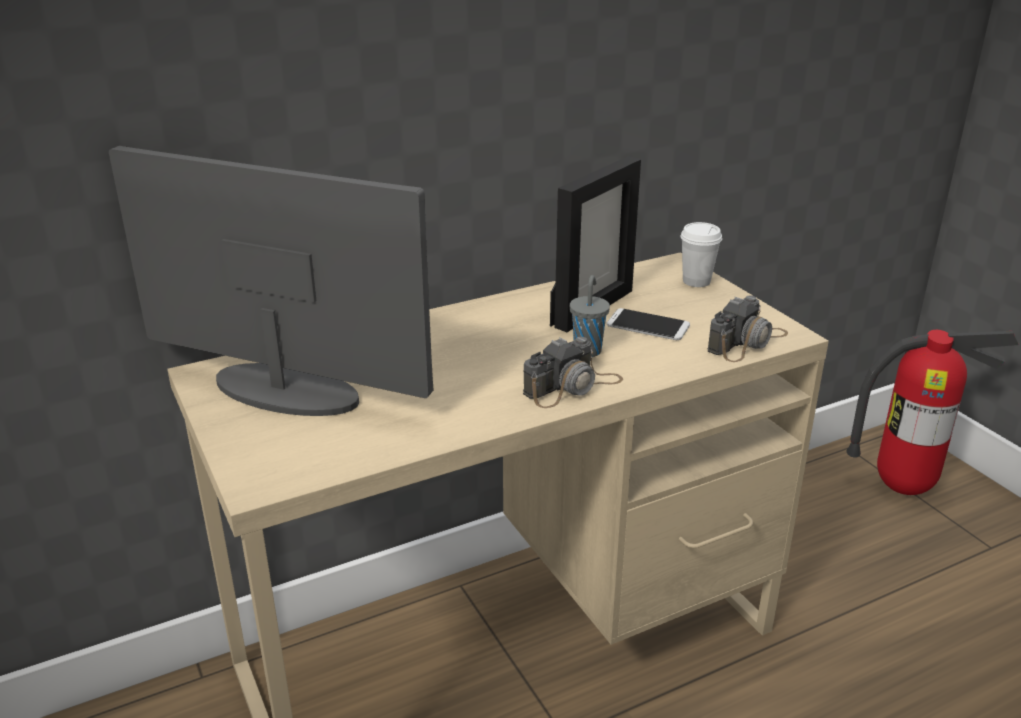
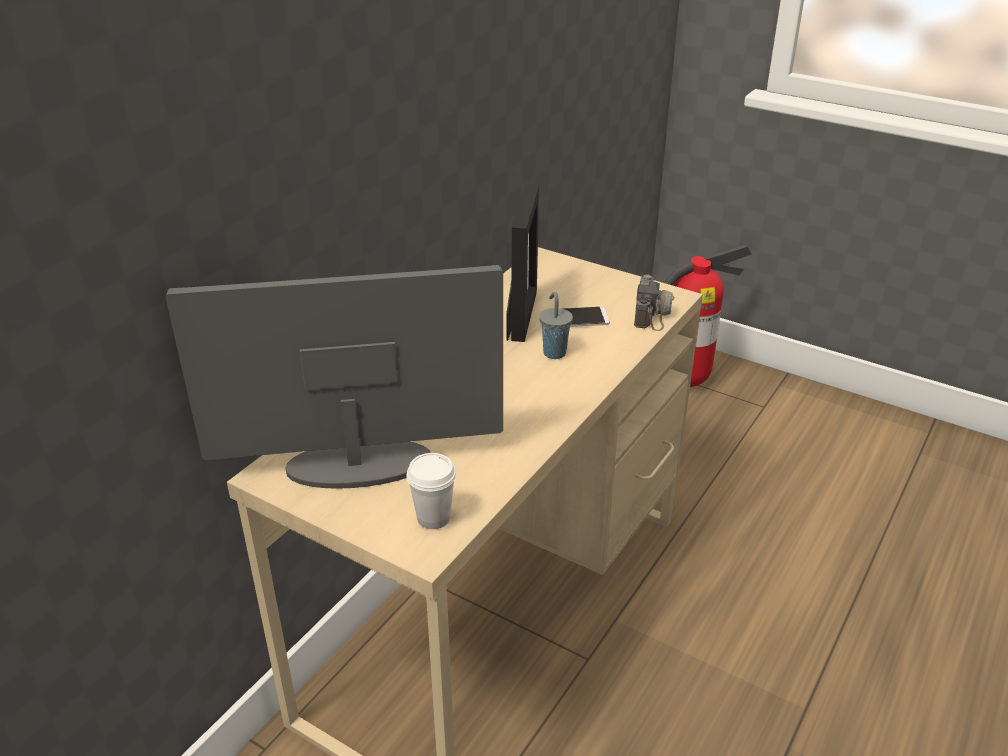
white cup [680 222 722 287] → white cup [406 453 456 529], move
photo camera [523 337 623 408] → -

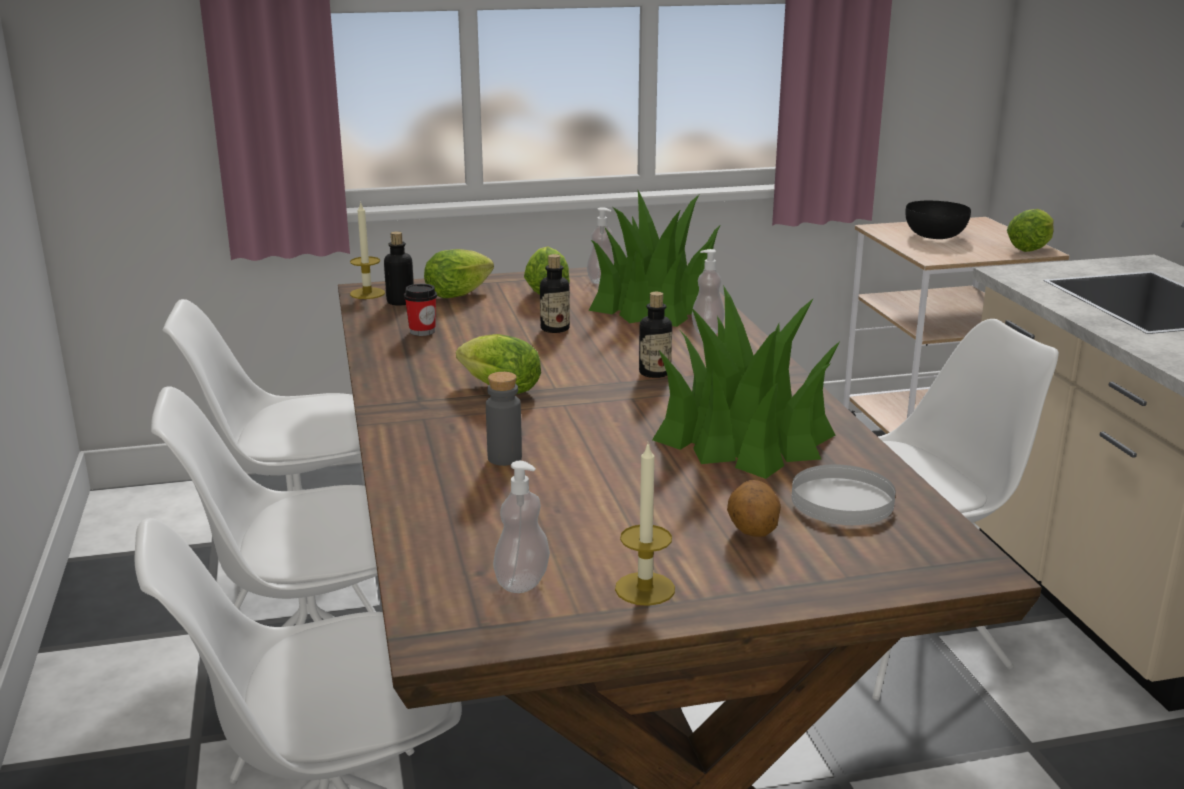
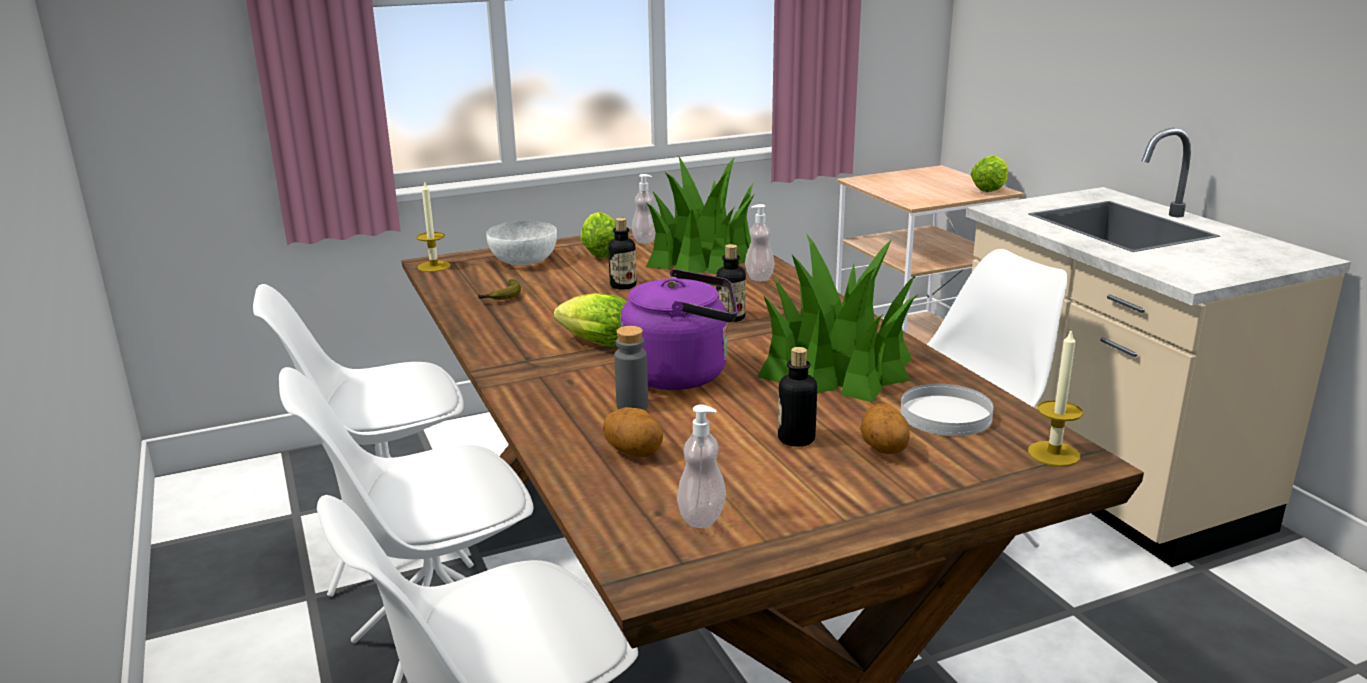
black bowl [905 201 971 239] → -
bottle [384 231 414 306] → bottle [778 347 817 446], move
lettuce [424 249 494 298] → white bowl [486 221 557 265]
cup [404 284 437 336] → banana [478 279 521 300]
candle [615 444 675 606] → candle [1028 328 1083 467], move
- → purple kettle [620 269 738 390]
- → potato [603 407 663 457]

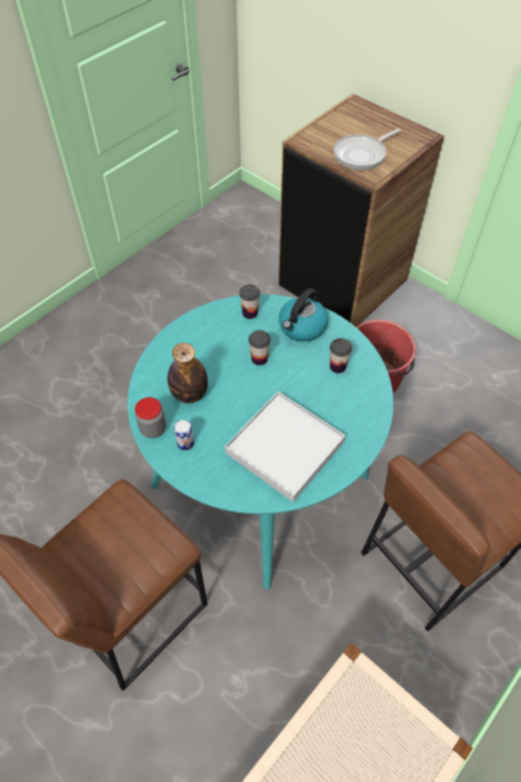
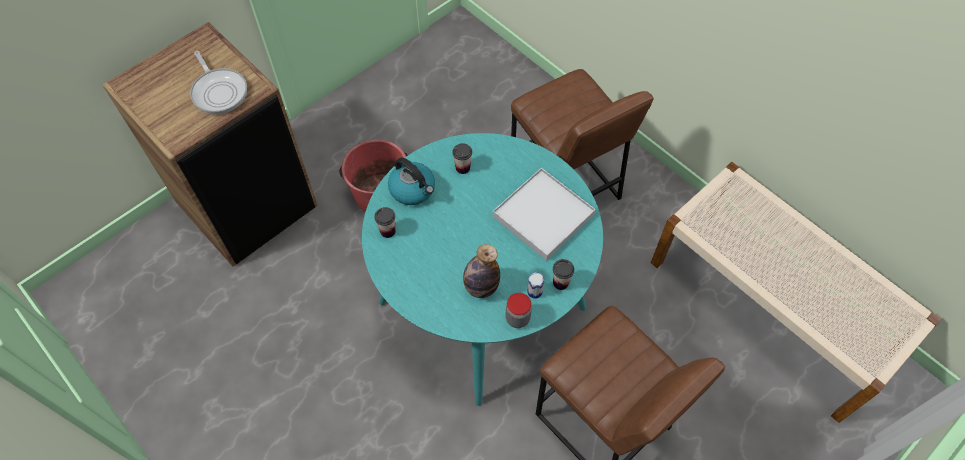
cup [248 330 271 365] → cup [553 259 574 290], move

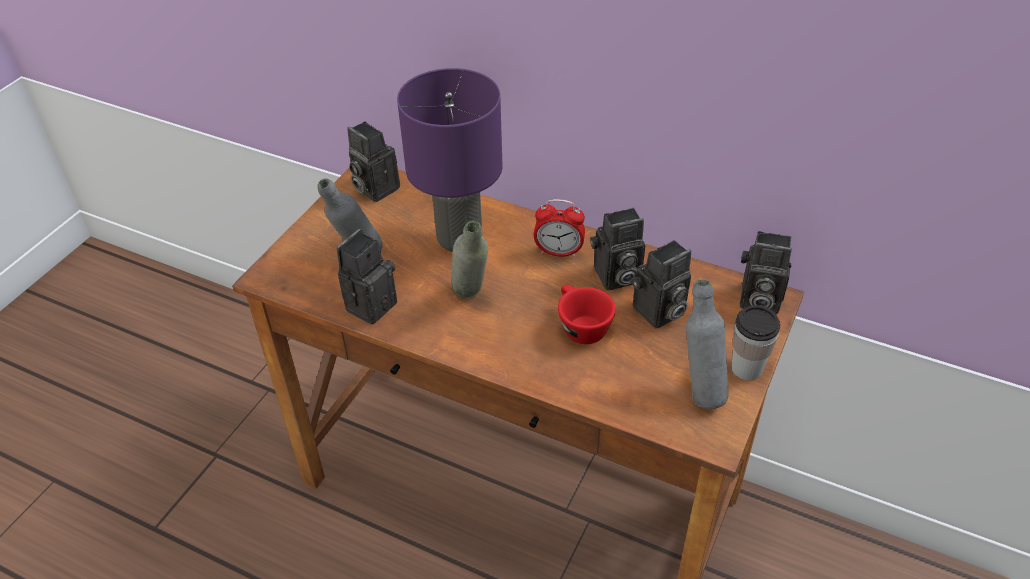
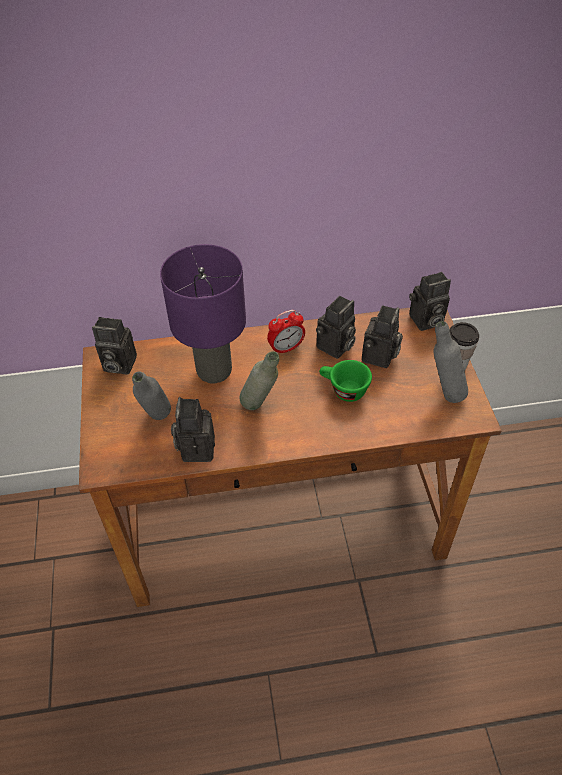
red cup [558 285 616 344] → green cup [319 360 372 402]

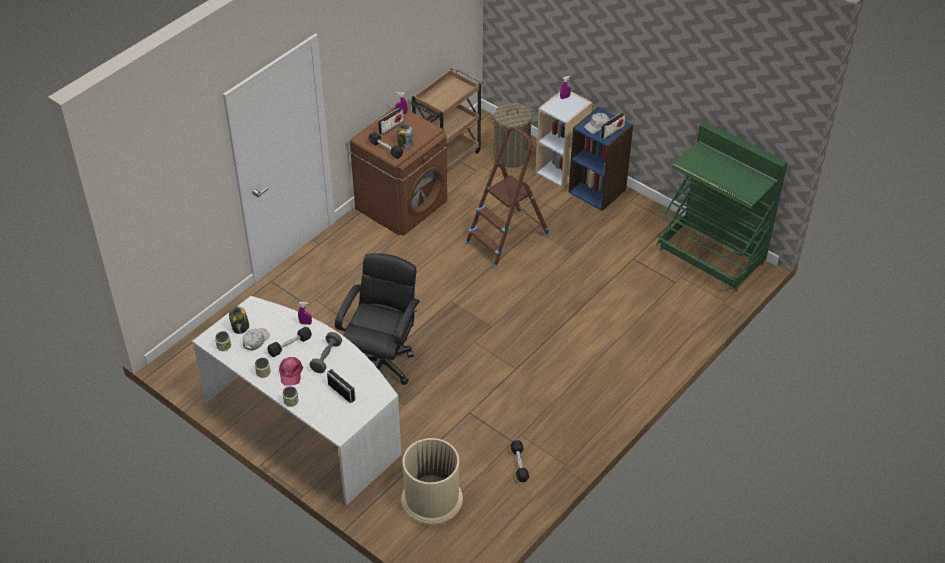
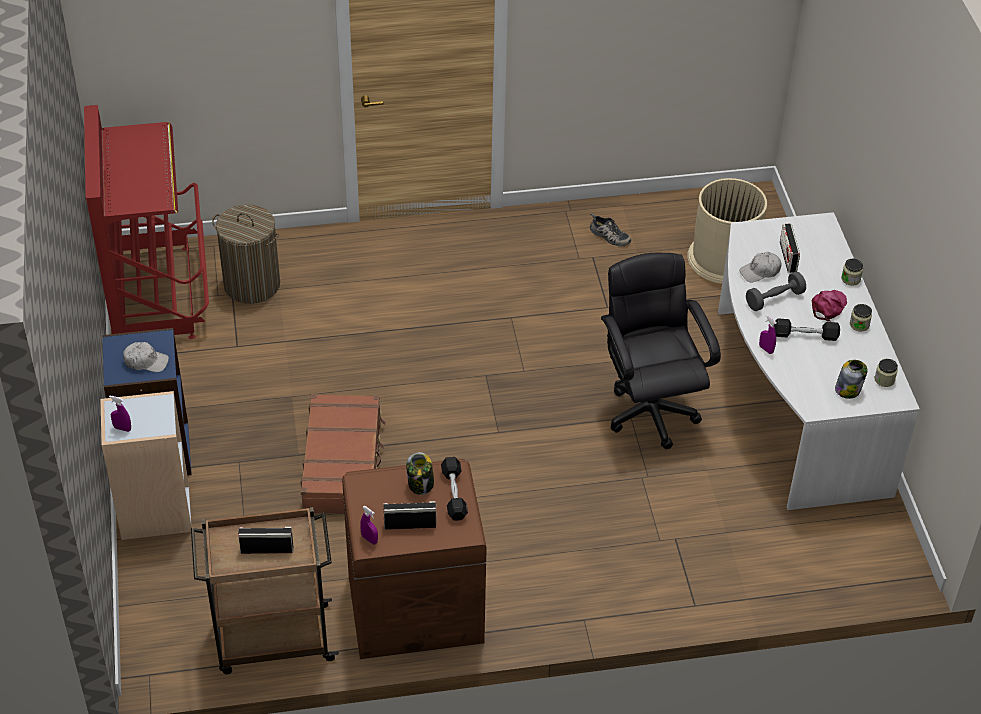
laundry basket [490 103 535 168] → laundry basket [212 204 280 304], move
radio [600 112 626 140] → radio [238 527 293 554], move
green shoe rack [657 121 787 292] → red shoe rack [84 105 209 339]
brown step ladder [465 127 550 268] → brown suitcase [301 394 385 514]
black office chair [335 253 420 385] → black office chair [601 253 721 449], 105 degrees clockwise
white cap [243 328 270 350] → white cap [739 252 781 282], move
black dumbbell [510 440 529 482] → shoe [590 213 631 247]

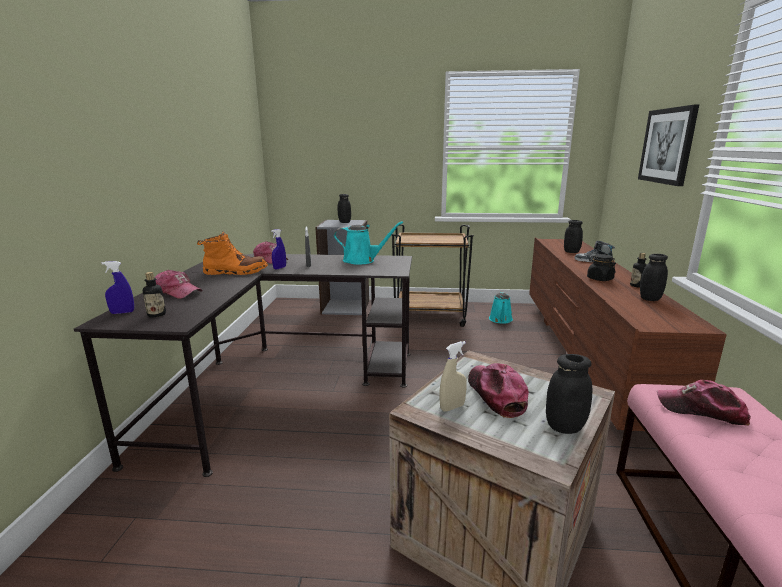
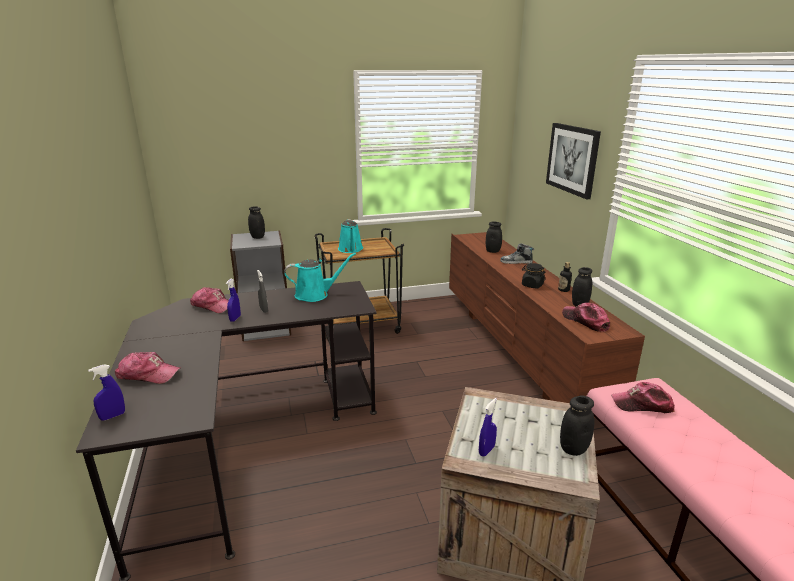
orange boot [197 232 268 275] → -
bottle [143 272 166 318] → -
turquoise watering can [489 292 513 324] → turquoise watering can [338 219 363 253], move
beige spray bottle [439 341 467 411] → blue spray bottle [479 398 497 456]
cap [468 363 529 418] → cap [562 303 610 332], move

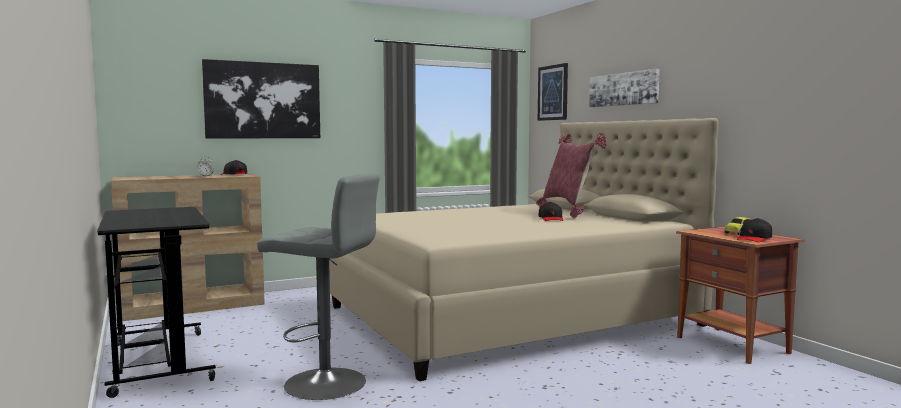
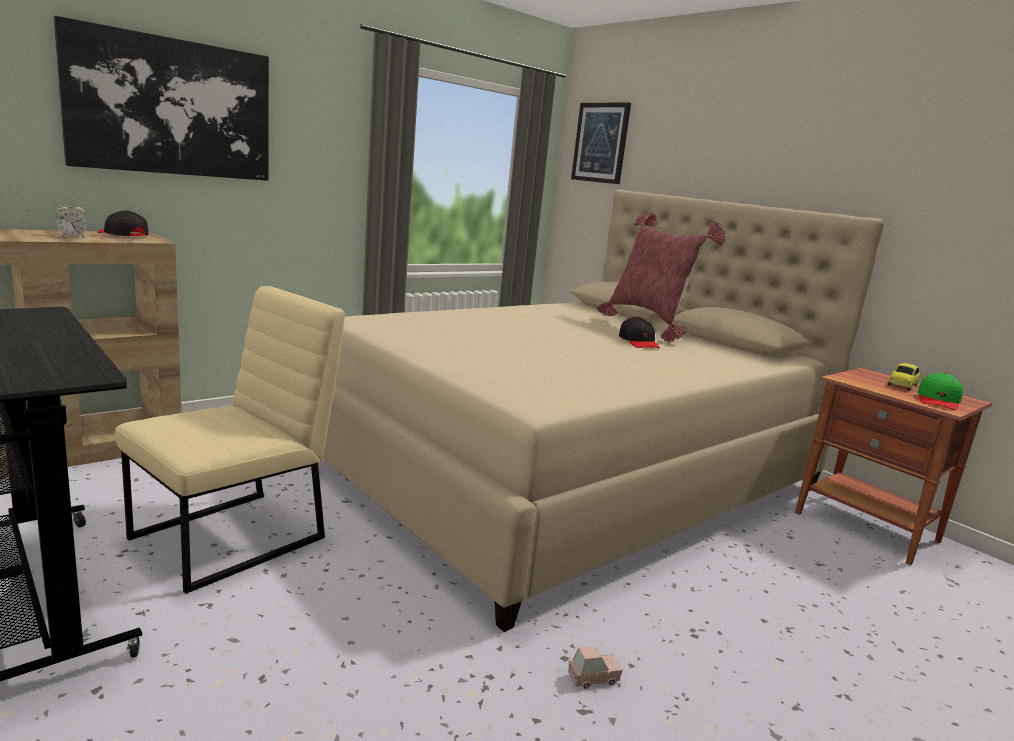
picture [589 69 660 107] → -
grey stool [257 173 380 400] → -
black cap [737 218 772 242] → green cap [918 372 963 410]
- → beige chair [115 286 345 594]
- → pink toy car [568 646 623 689]

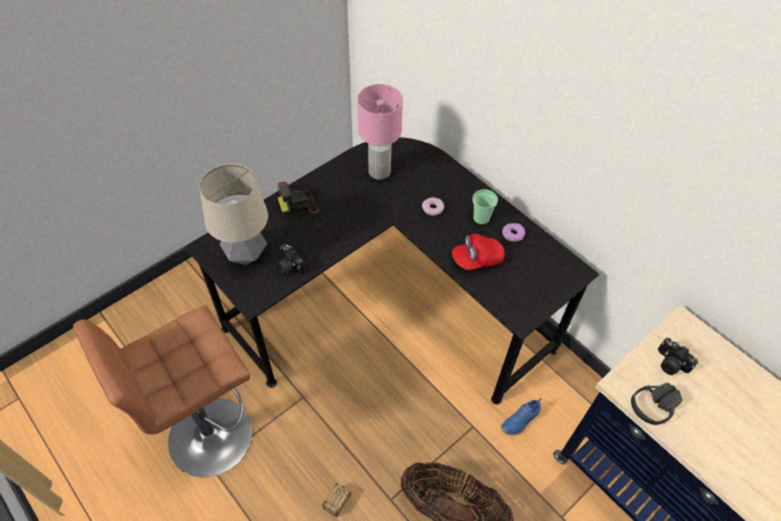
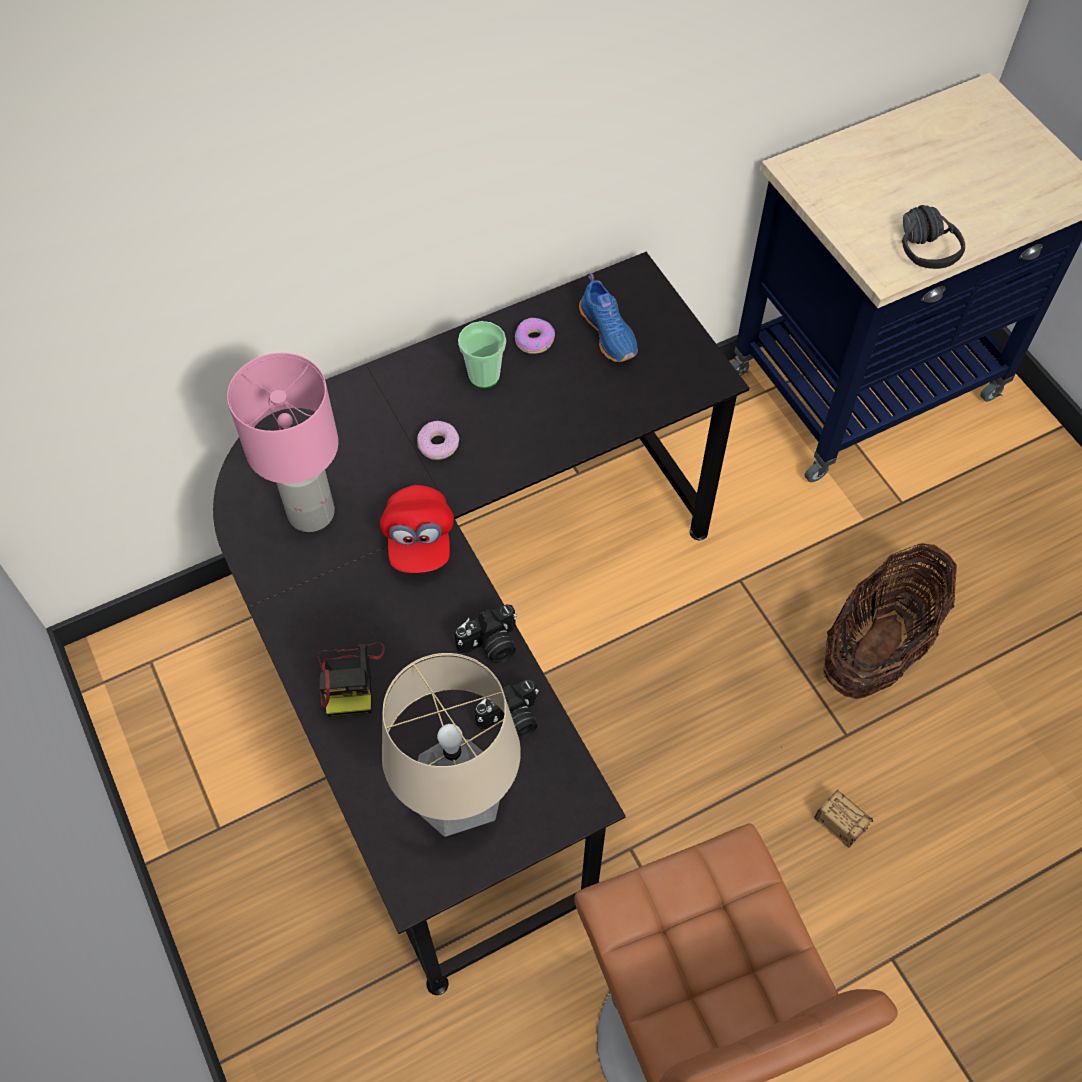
red cap [452 234 505 270] → red cap [380 485 454 573], move
photo camera [658 338 698 375] → photo camera [455 605 517 663], move
blue shoe [501 398 542 435] → blue shoe [579 273 638 362], move

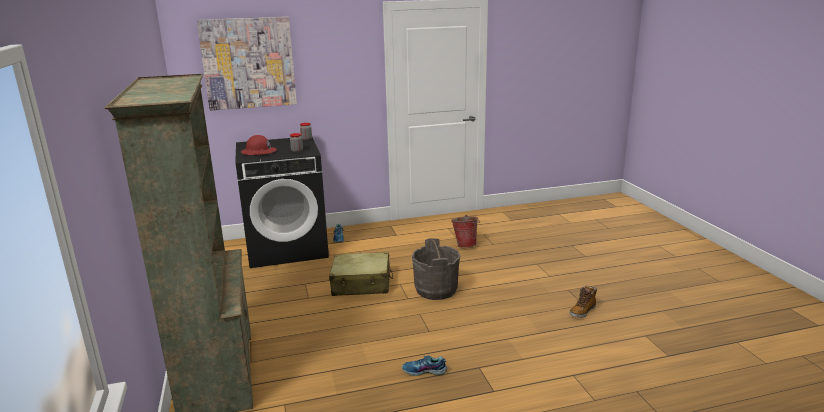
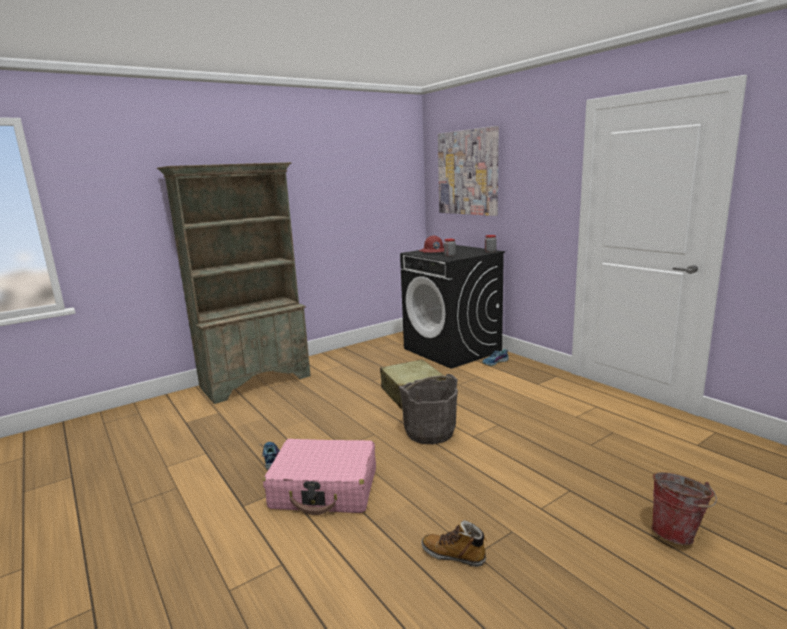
bucket [451 215 480 248] → bucket [651 472 717 545], move
- → pink suitcase [263 439 376 515]

